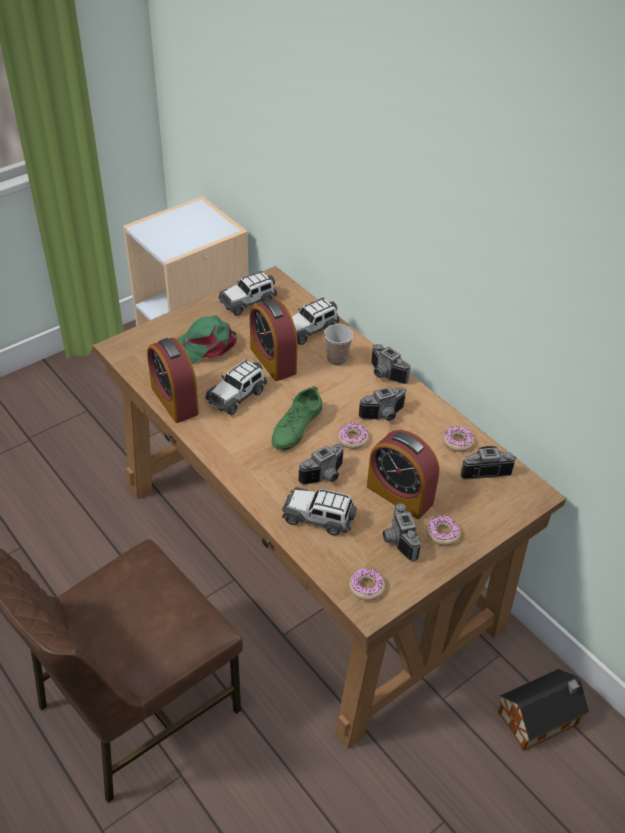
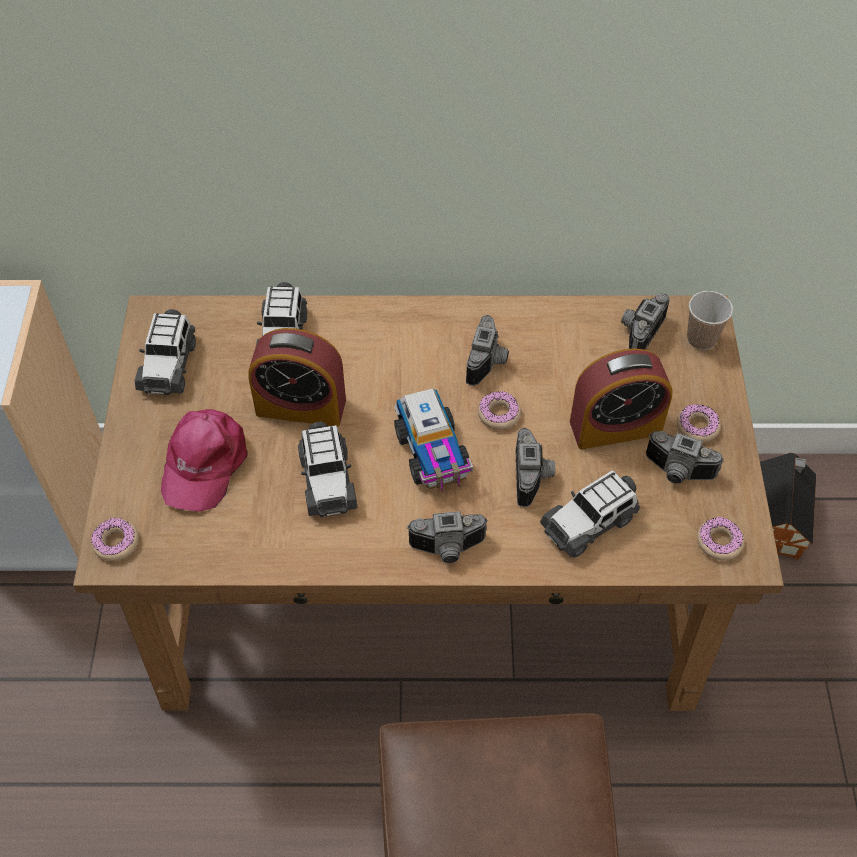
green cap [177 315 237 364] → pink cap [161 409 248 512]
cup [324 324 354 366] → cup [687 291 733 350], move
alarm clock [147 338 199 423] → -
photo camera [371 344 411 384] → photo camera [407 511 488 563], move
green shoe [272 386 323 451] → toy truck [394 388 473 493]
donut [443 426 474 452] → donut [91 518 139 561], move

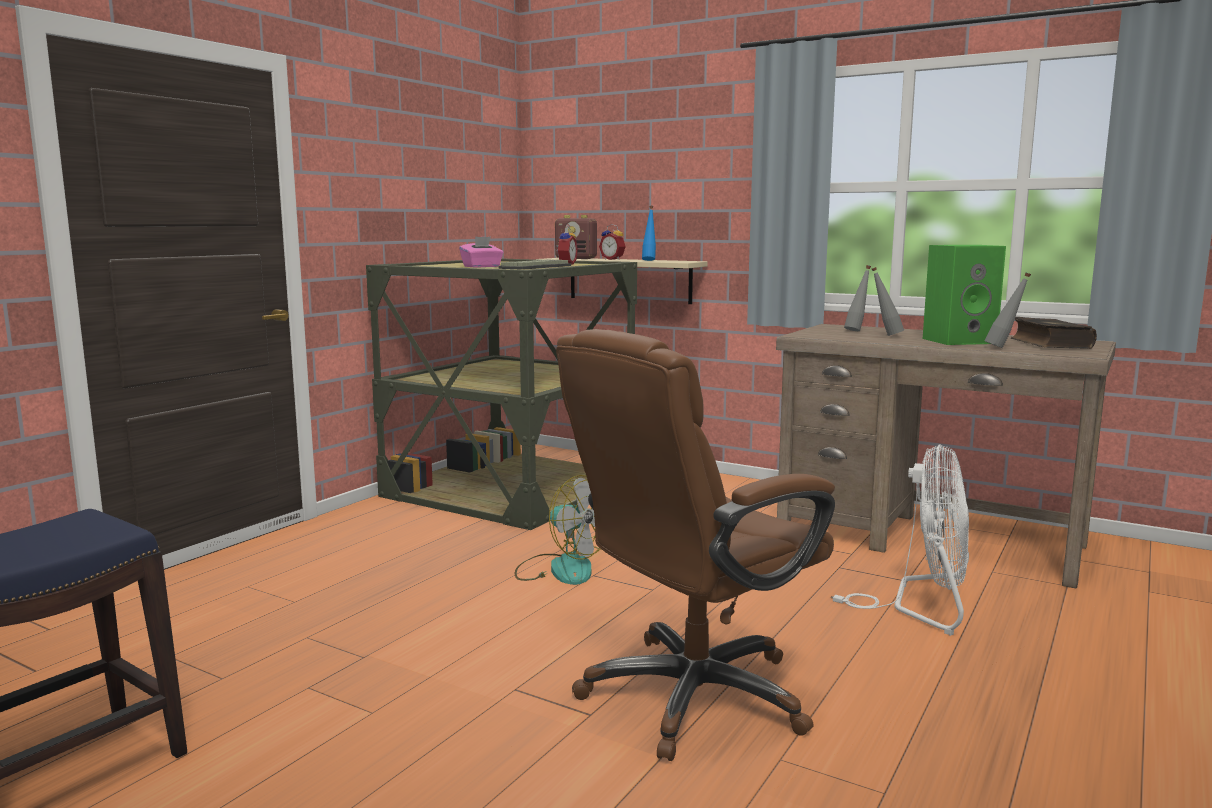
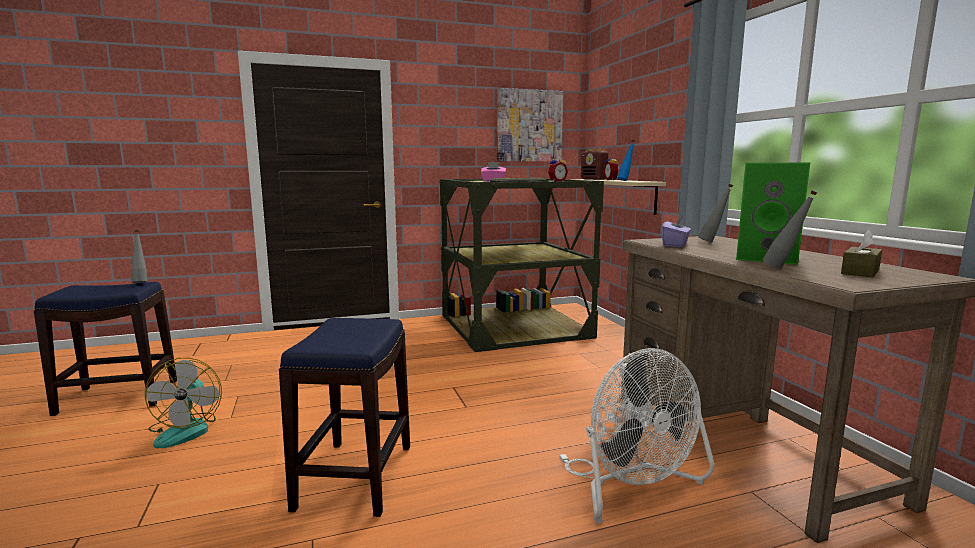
grey bottle [872 267 904 336] → grey bottle [131 230 147 283], move
book [1011 317 1097 349] → brown tissue box [841 230 882 277]
brown office chair [556 329 835 761] → stool [279 318 410 517]
fan [515 475 600 585] → fan [145 358 222 448], move
- → picture [497 88 563 162]
- → purple tissue box [662 216 691 247]

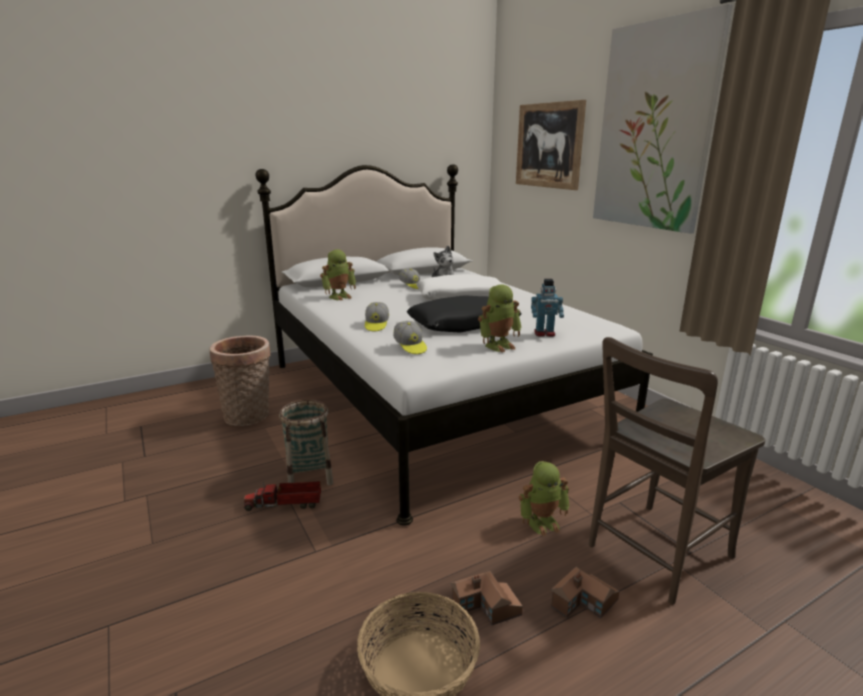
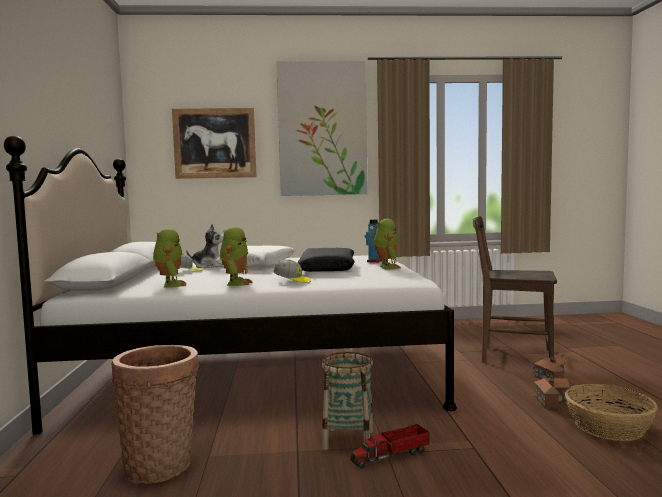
cap [393 321 427 354] → -
brown chair [588 337 765 604] → brown chair [473 216 557 363], 120 degrees clockwise
toy robot [519 461 570 536] → toy robot [220 227 253 286], move
toy truck [244 481 321 511] → toy truck [350 424 429 468], 45 degrees clockwise

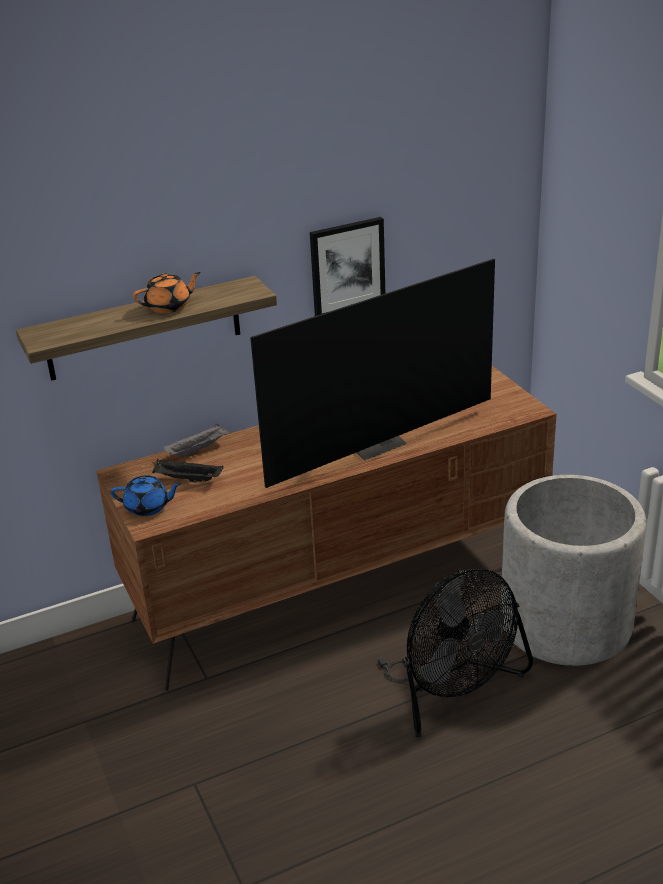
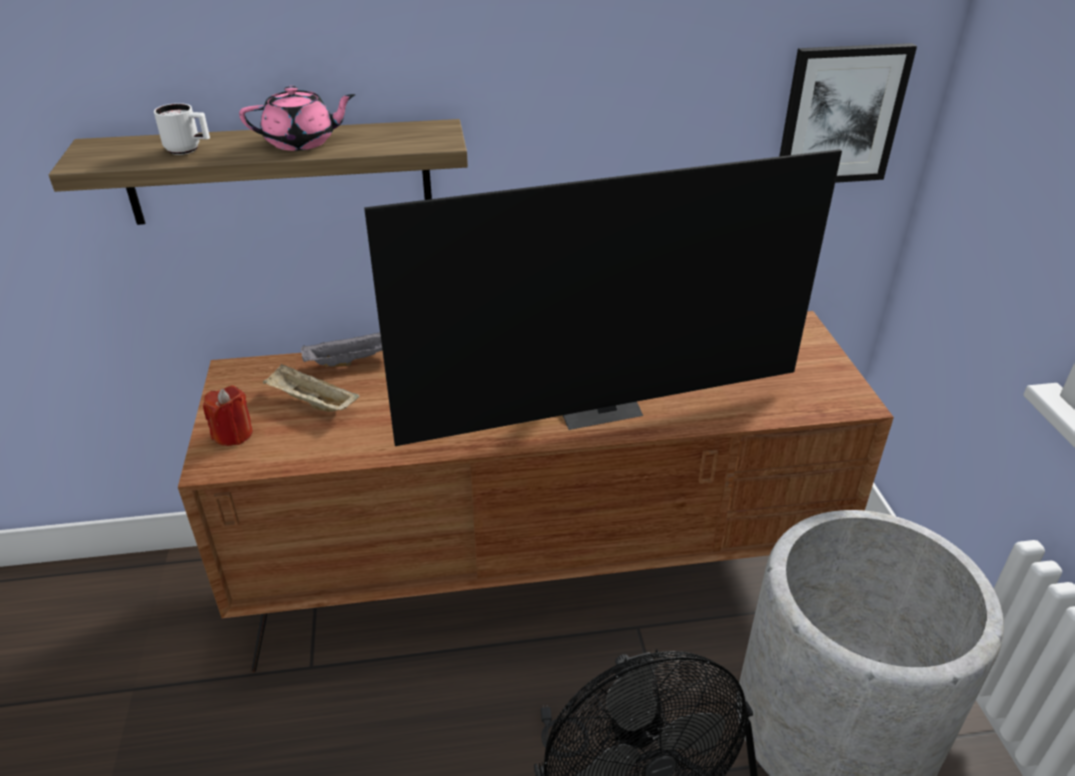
picture [310 217 385 316] → picture [779 43 917 183], move
orange teapot [133 272 201 313] → pink teapot [239 86 355 151]
black tray [152 459 224 483] → beige tray [263 363 359 412]
blue teapot [111 475 182 516] → red candle [203 386 253 446]
- → white mug [154 103 210 155]

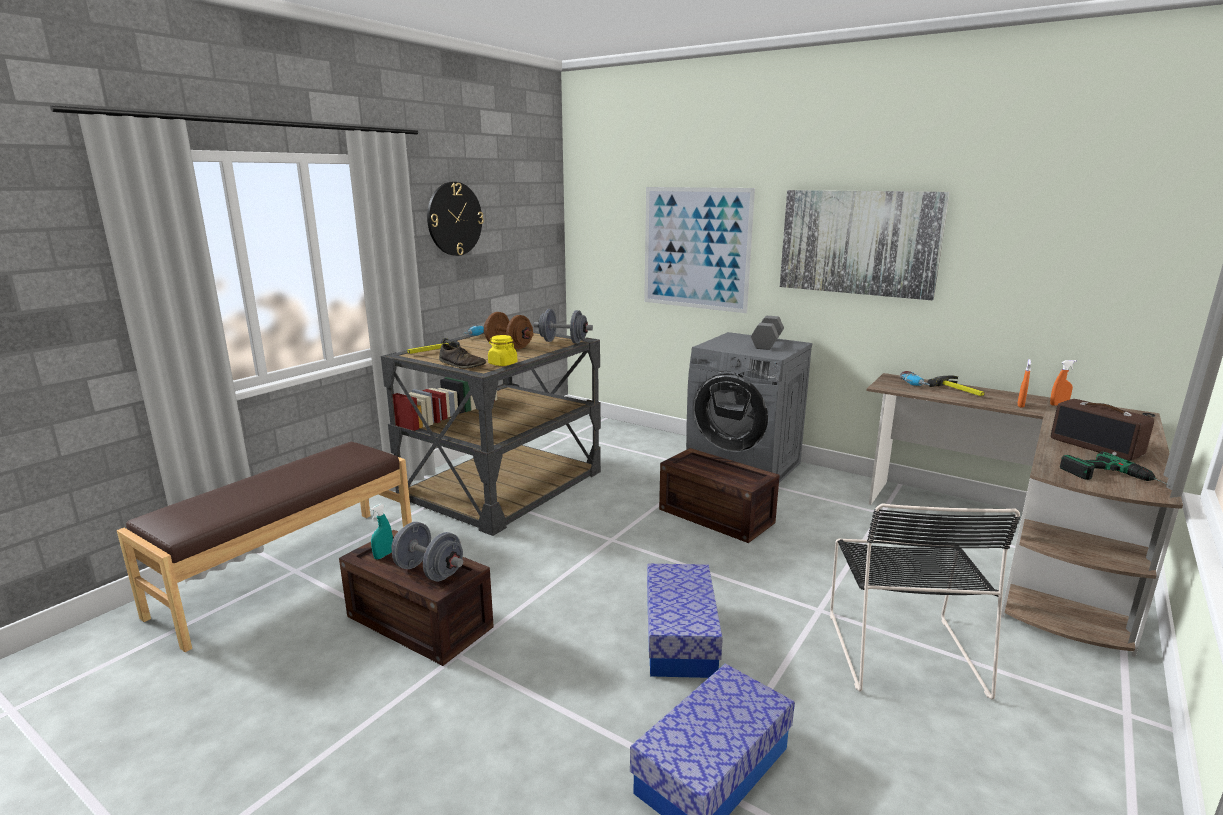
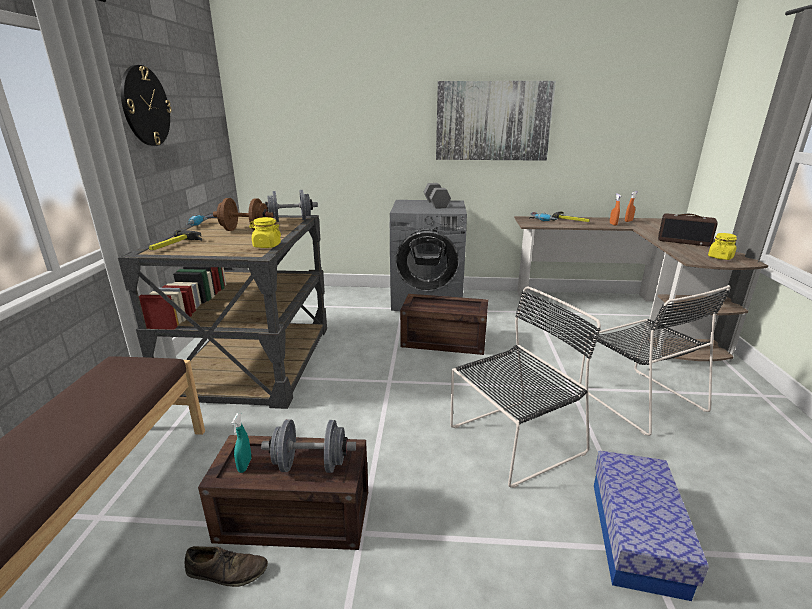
picture [644 187 755 313] → -
brown shoe [439 343 486 369] → brown shoe [185 546 268 587], move
power drill [1060 452 1168 485] → yellow jar [708 233 737 260]
storage box [647 564 723 678] → black chair [450 286 601 488]

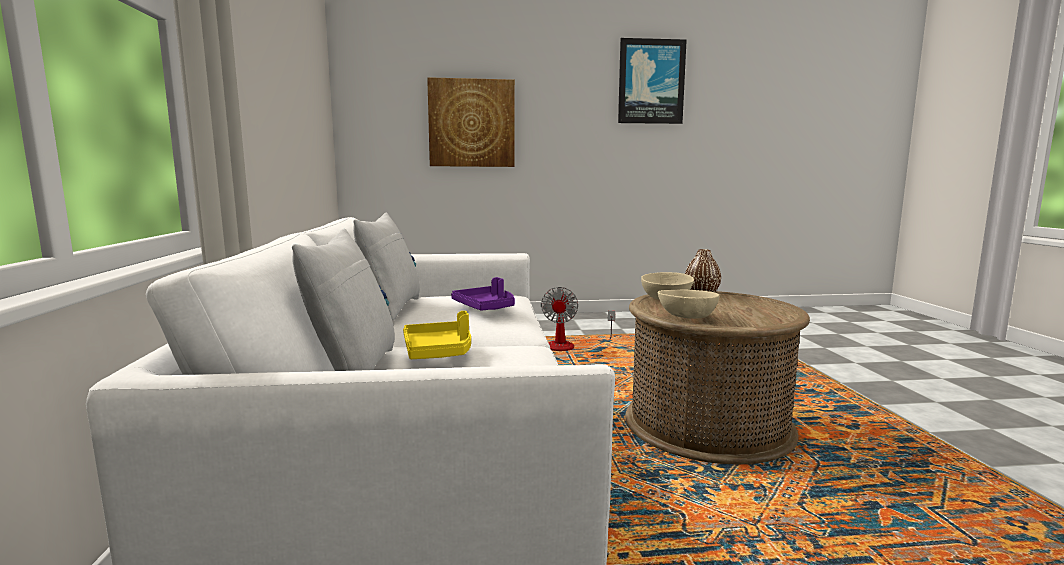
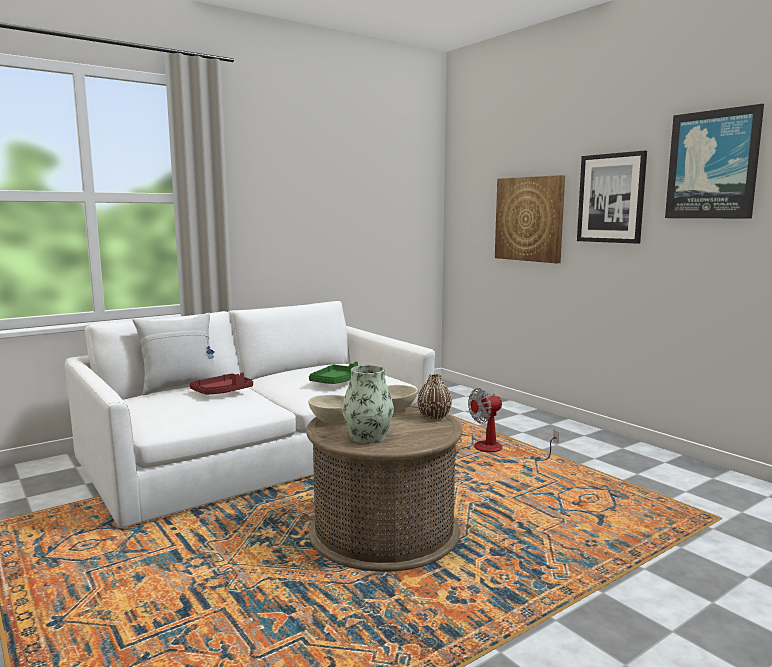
grey pillow [353 212 420 321] → -
purple tray [451 277 515 311] → green tray [309 362 358 384]
yellow tray [403 311 471 359] → red tray [190 372 253 395]
- → picture [577 151 647 244]
- → vase [342 365 394 444]

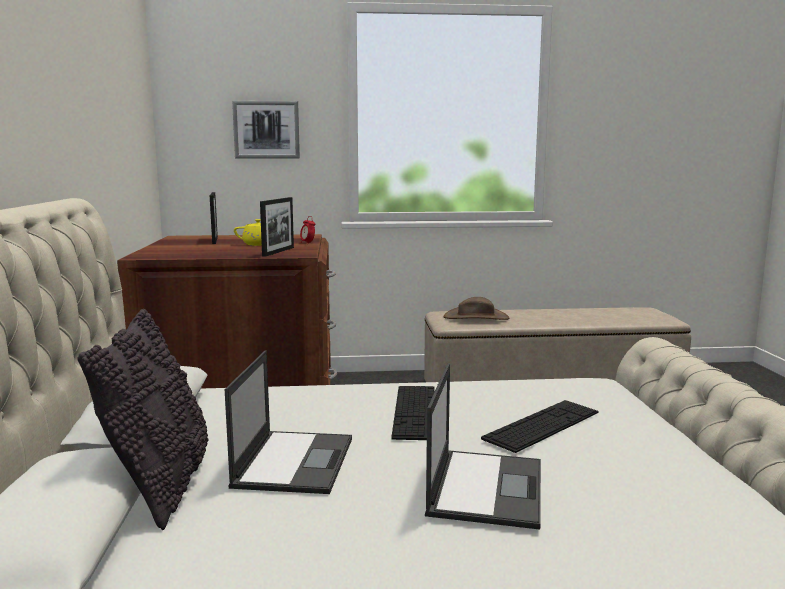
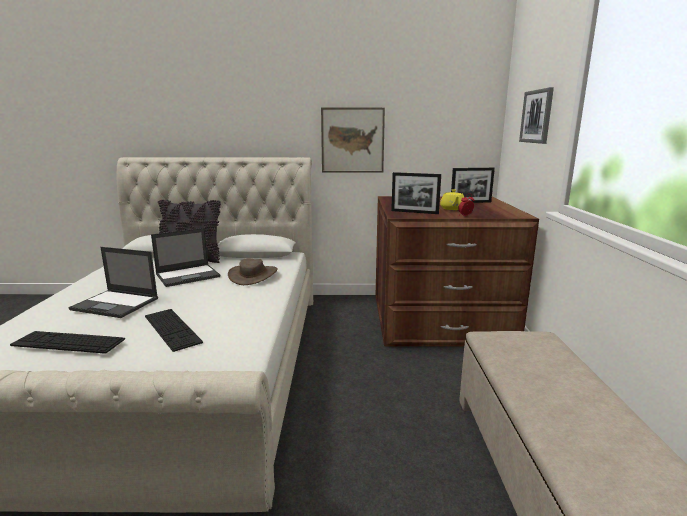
brown hat [444 297 509 320] → brown hat [228 258 277 285], move
laptop [225 350 352 494] → laptop [151 228 220 287], 45 degrees counterclockwise
keyboard [391 386 435 440] → keyboard [10 331 125 354], move
- → picture [321 108 385 172]

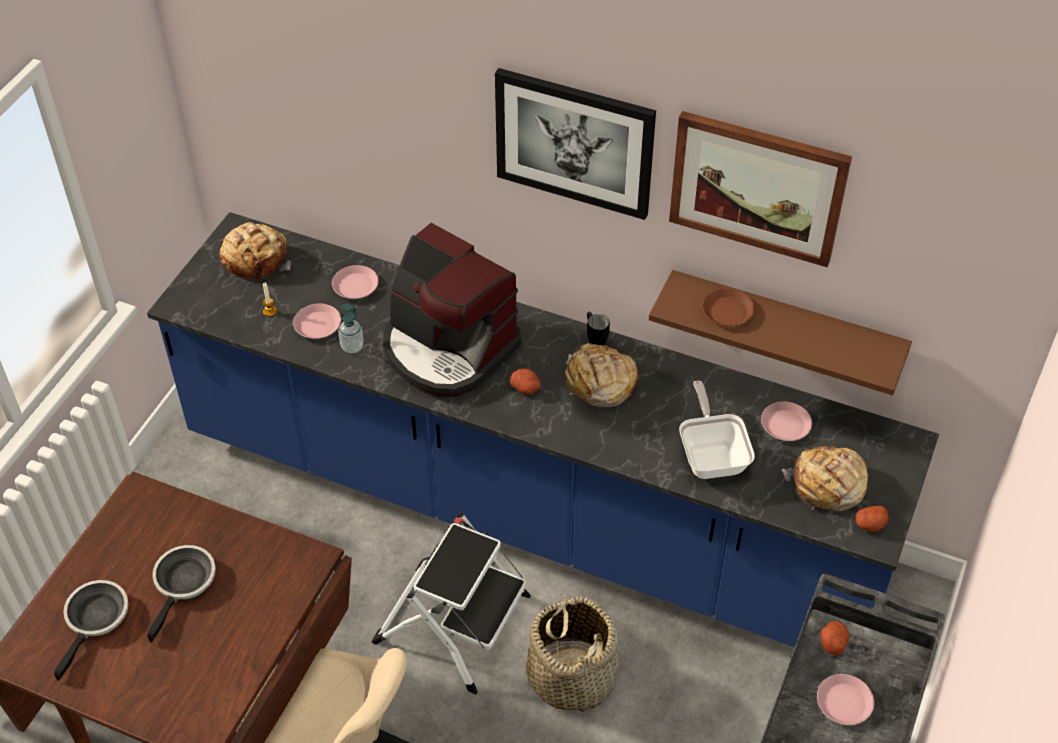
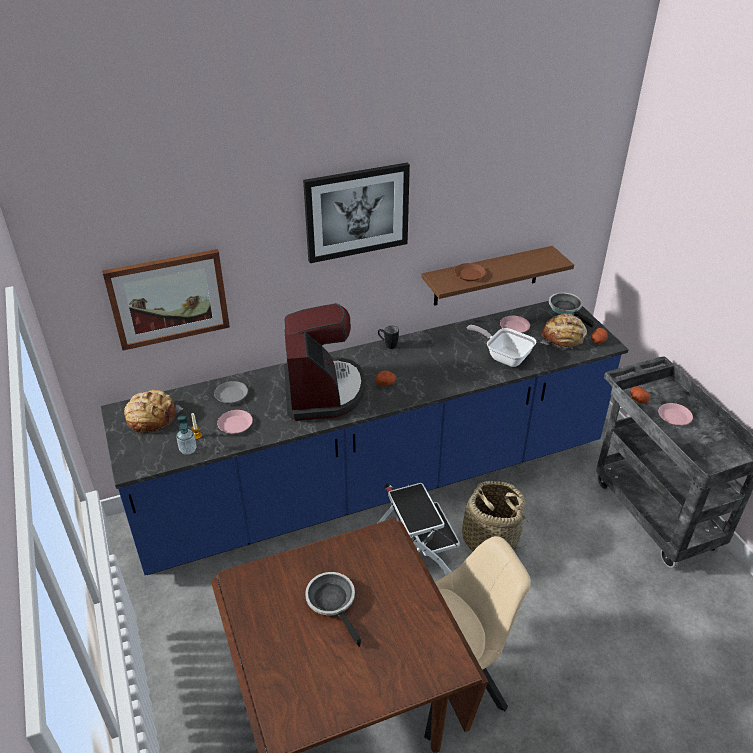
picture [669 111 852 267] → picture [102 249 230 351], move
coffee machine [383 223 521 397] → coffee machine [284 303 366 421], 90 degrees counterclockwise
pink plate [332 265 379 299] → grey plate [214 381 248 403]
soap dispenser [338 303 364 353] → soap dispenser [176 416 196 455], move
bread [565 343 638 407] → -
frying pan [54 580 129 681] → frying pan [549 293 594 328], move

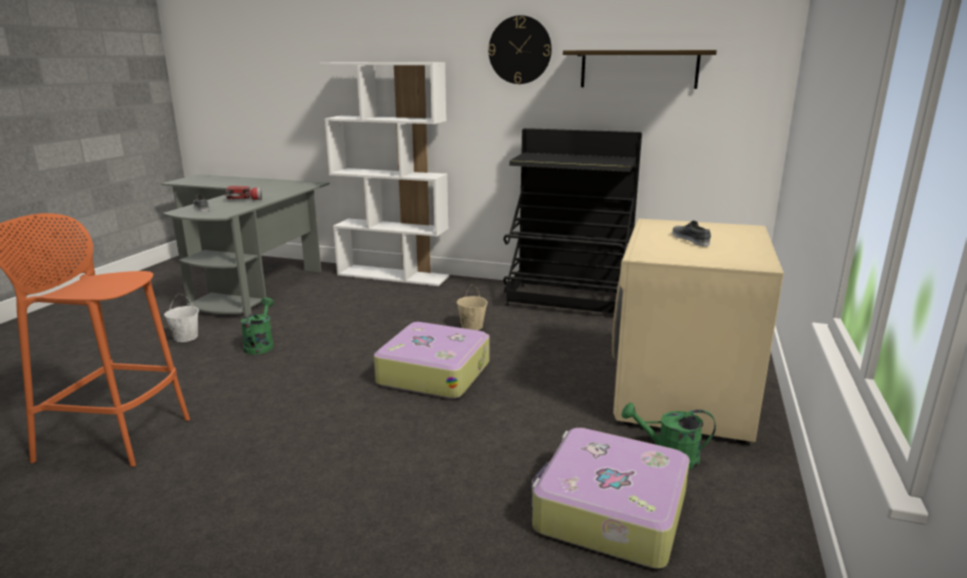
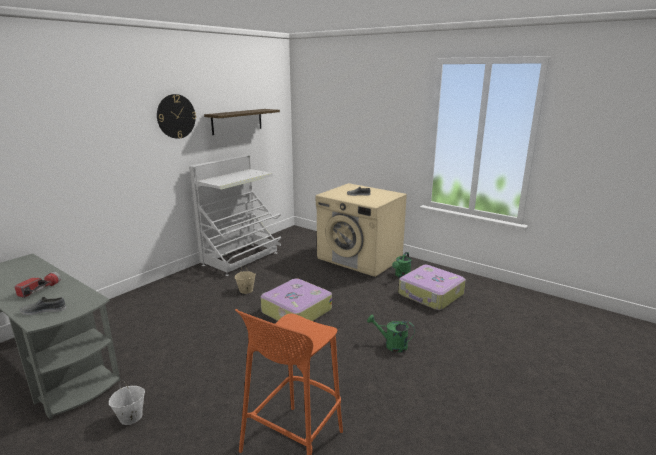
white bookcase [320 62 449 286] → -
black shoe rack [503 128 642 313] → white shoe rack [189 155 281 276]
green watering can [241 297 274 355] → green watering can [367 315 415 352], move

